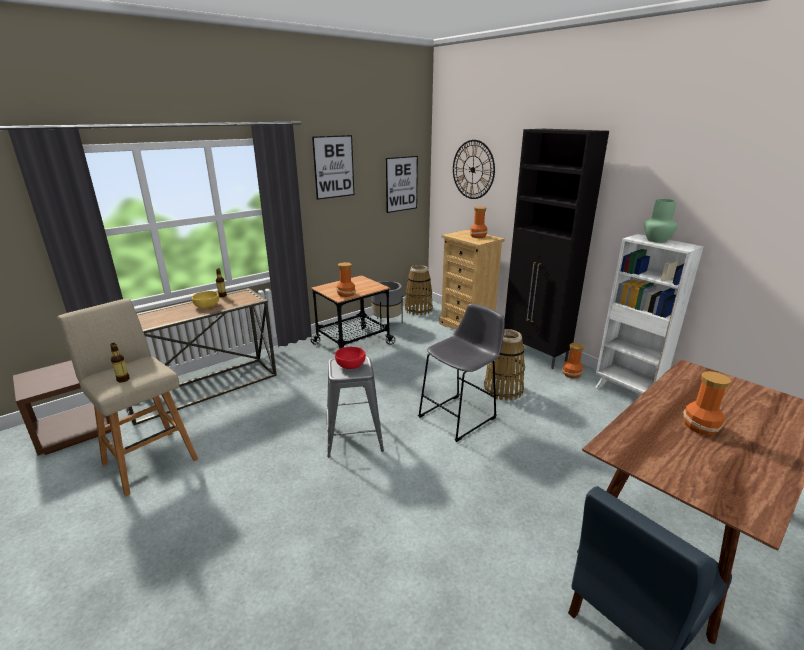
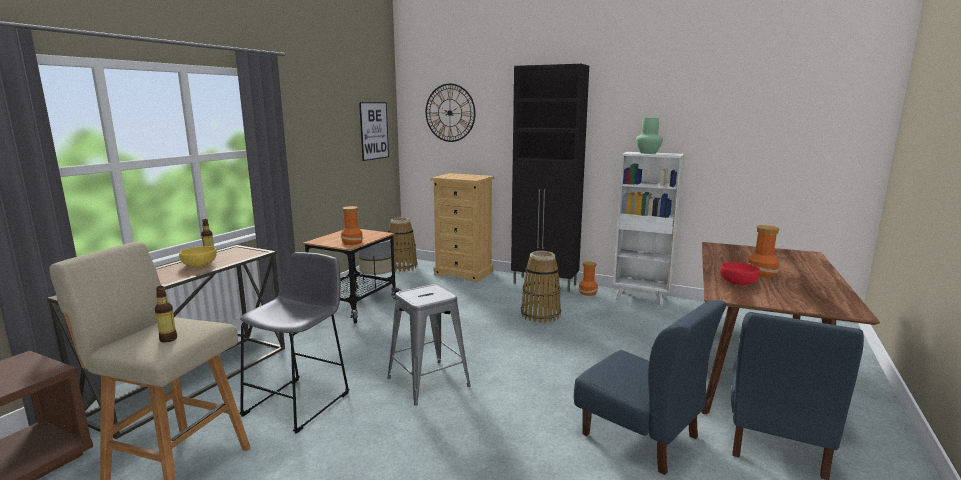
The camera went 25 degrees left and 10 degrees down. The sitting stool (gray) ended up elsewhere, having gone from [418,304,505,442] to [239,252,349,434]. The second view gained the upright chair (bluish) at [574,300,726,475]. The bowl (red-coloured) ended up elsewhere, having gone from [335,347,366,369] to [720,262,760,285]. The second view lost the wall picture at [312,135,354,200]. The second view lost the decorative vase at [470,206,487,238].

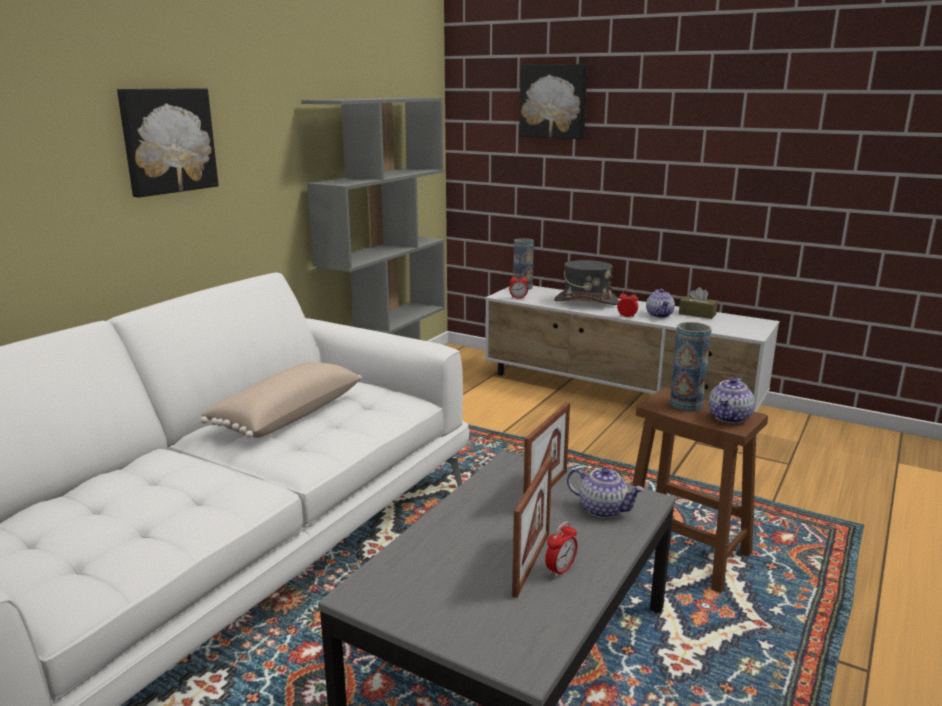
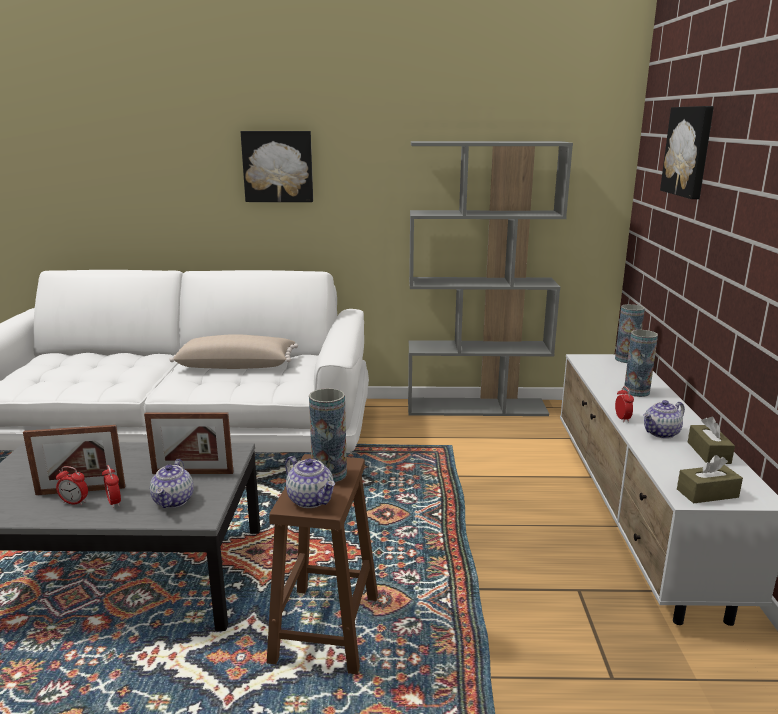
The camera went 60 degrees right and 0 degrees up. The table clock ended up elsewhere, having gone from [509,274,528,299] to [102,465,121,508]. The teapot at [709,377,754,423] ended up facing another way, 135 degrees counterclockwise from before. Where the clothing hat (gray) stood at [554,260,619,305], the decorative vase came to stand at [624,330,658,397]. The second view gained the tissue box (brownish) at [677,455,743,504].

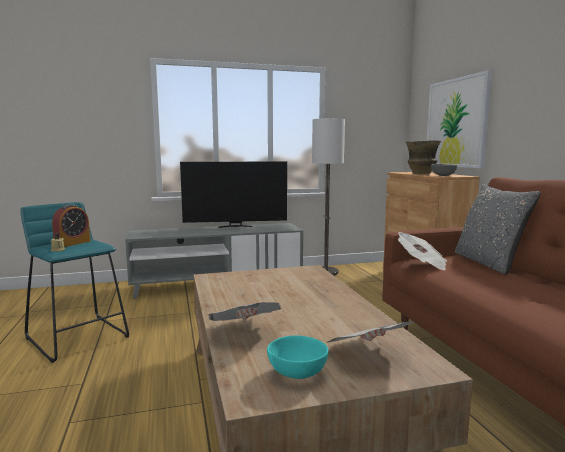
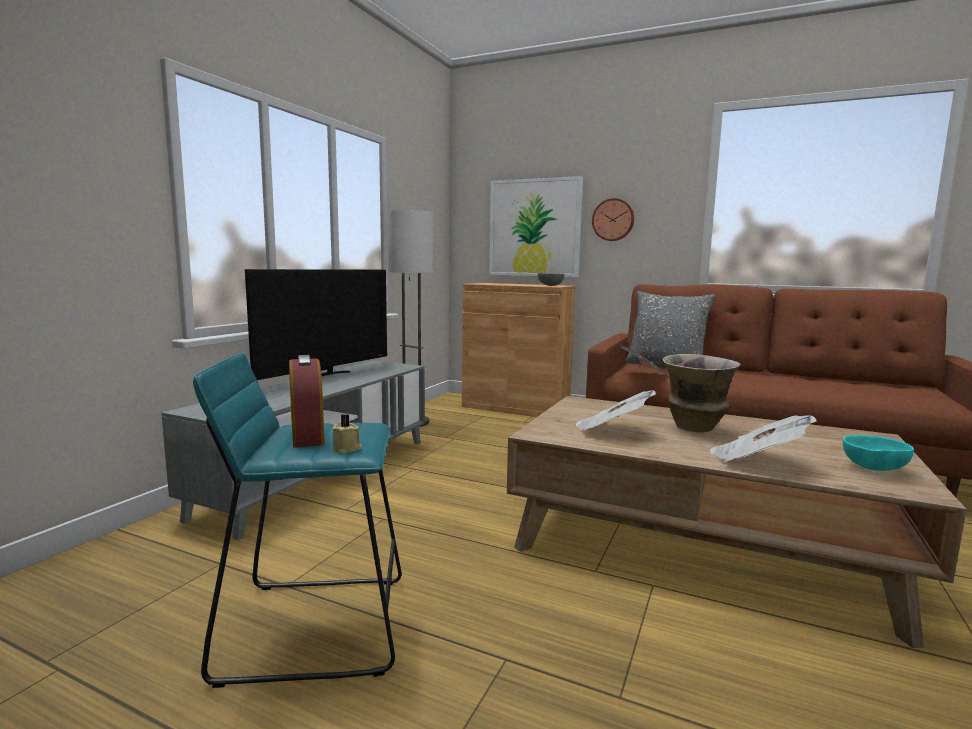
The camera went 50 degrees left and 0 degrees up. The daily paper ended up elsewhere, having gone from [326,321,414,343] to [576,390,656,431]. The second view gained the hanging clock at [592,198,634,241]. The decorative vase ended up elsewhere, having gone from [405,140,441,174] to [663,354,741,432].

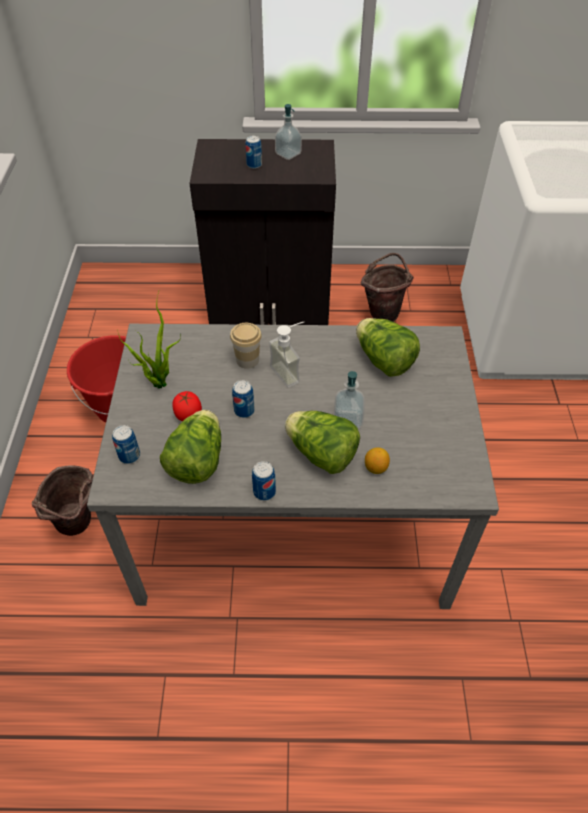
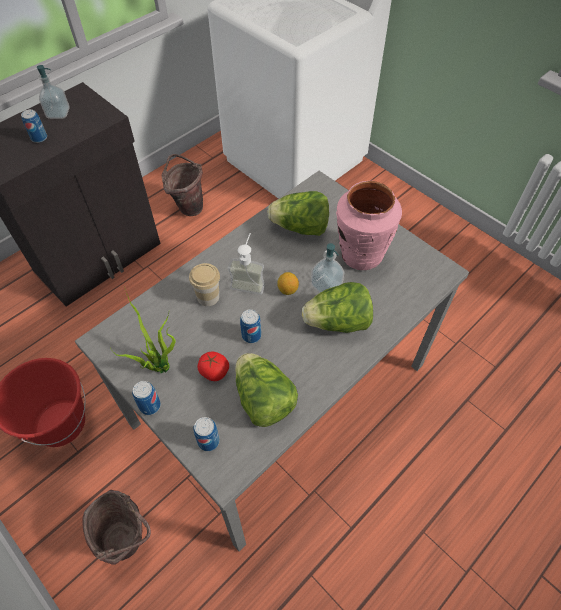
The camera went 45 degrees left and 5 degrees up. The can ended up elsewhere, having gone from [252,461,276,501] to [132,381,161,415]. The whole lemon ended up elsewhere, having gone from [365,448,390,474] to [277,272,299,295]. The second view gained the decorative vase (pinkish) at [336,181,402,270].

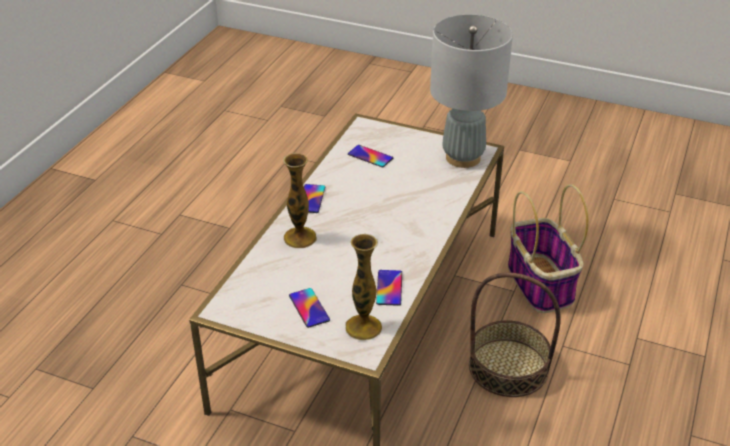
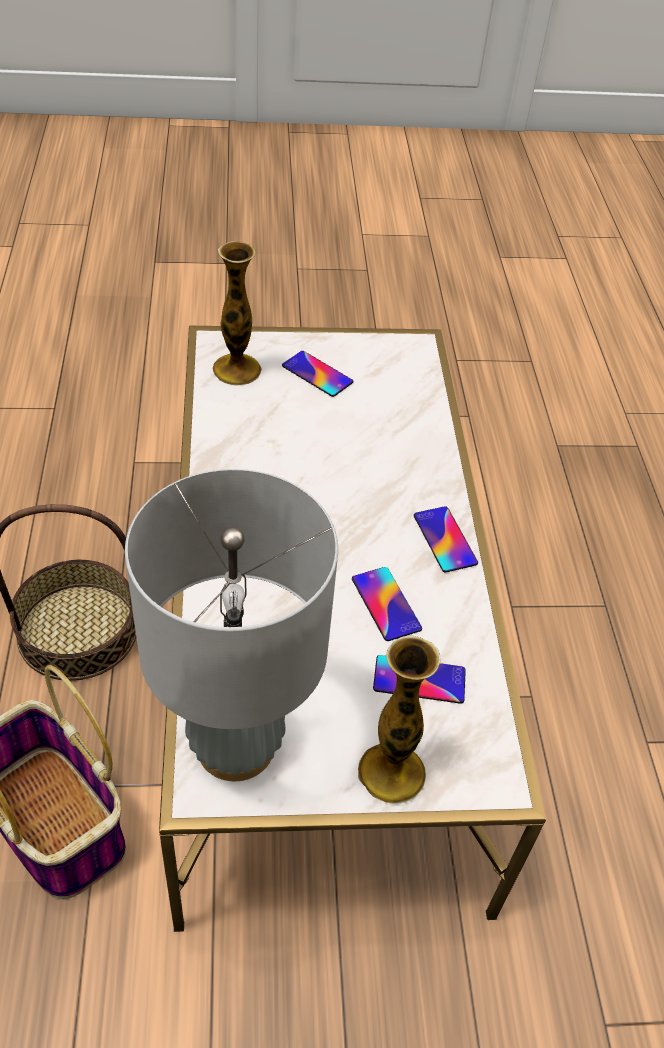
The camera went 150 degrees right and 10 degrees up. The phone ended up elsewhere, having gone from [376,270,402,306] to [352,567,422,641]. The decorative vase ended up elsewhere, having gone from [283,153,317,248] to [358,635,441,805].

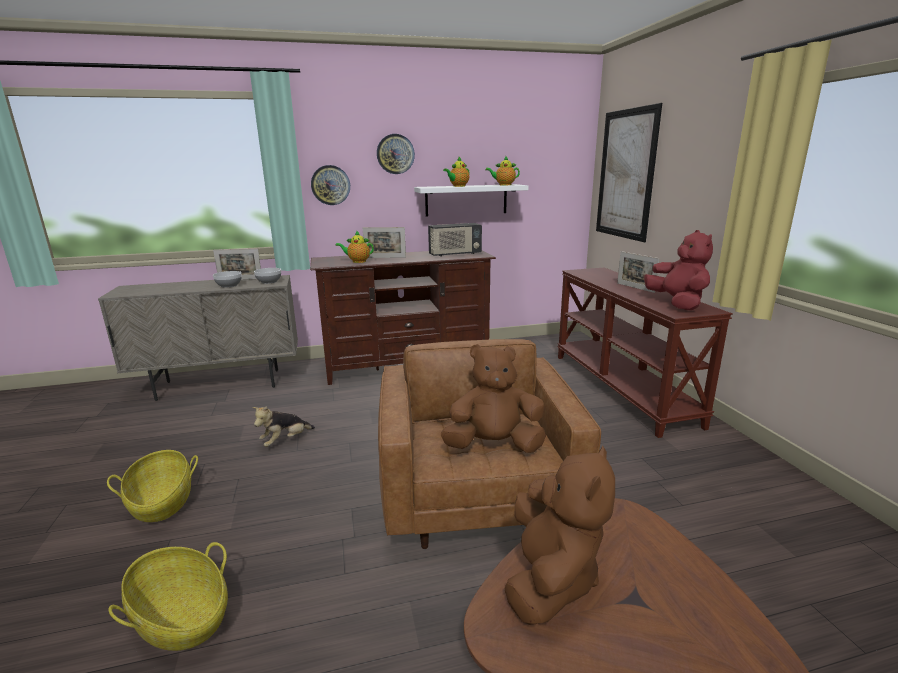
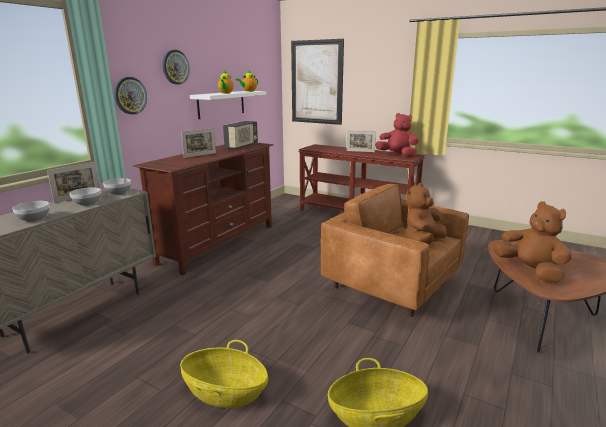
The camera went 45 degrees left and 0 degrees up. The second view gained the bowl at [13,201,49,222]. The second view lost the plush toy at [252,406,315,447]. The second view lost the teapot at [335,230,374,263].

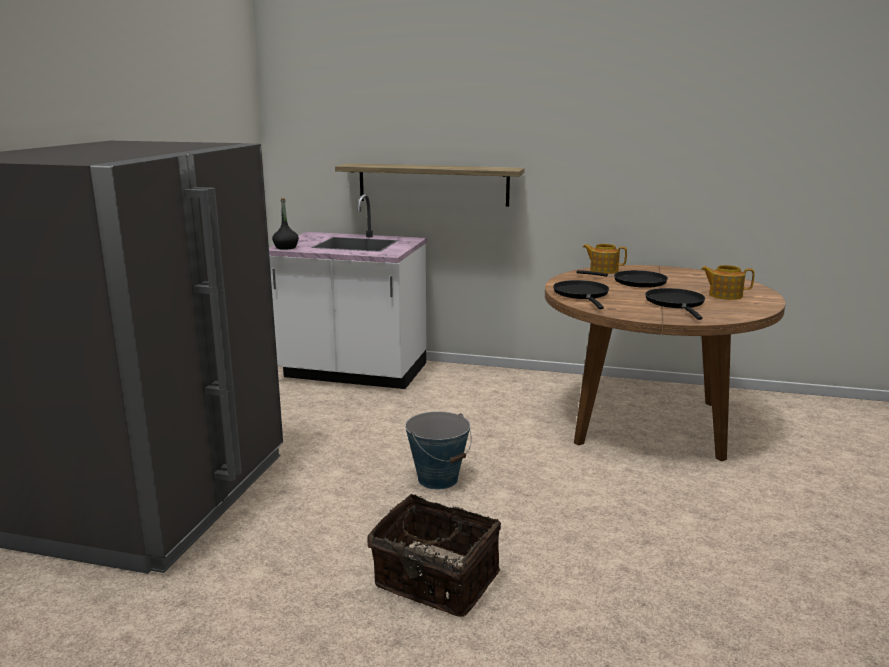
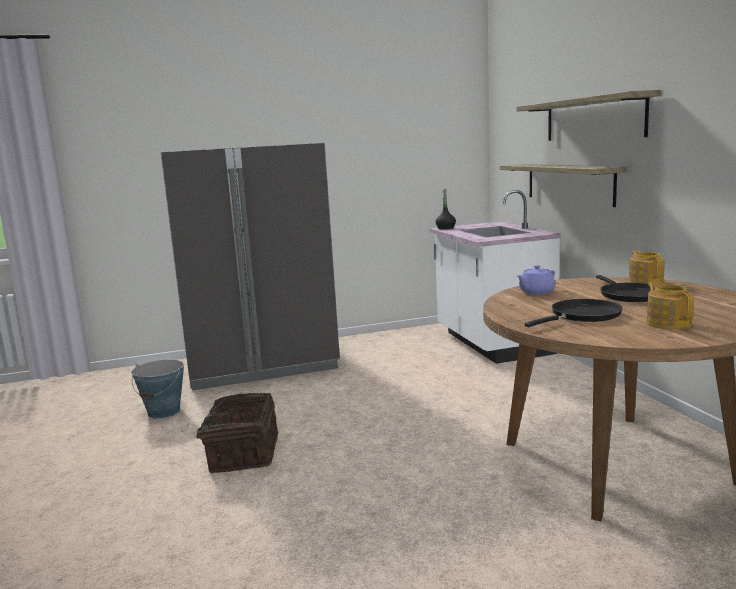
The camera went 60 degrees right and 5 degrees down. The pail ended up elsewhere, having gone from [405,412,472,489] to [131,359,184,419]. The second view gained the shelf at [517,90,661,141]. Where the frying pan (black) stood at [553,280,609,309], the teapot (purple-coloured) came to stand at [517,265,555,295].

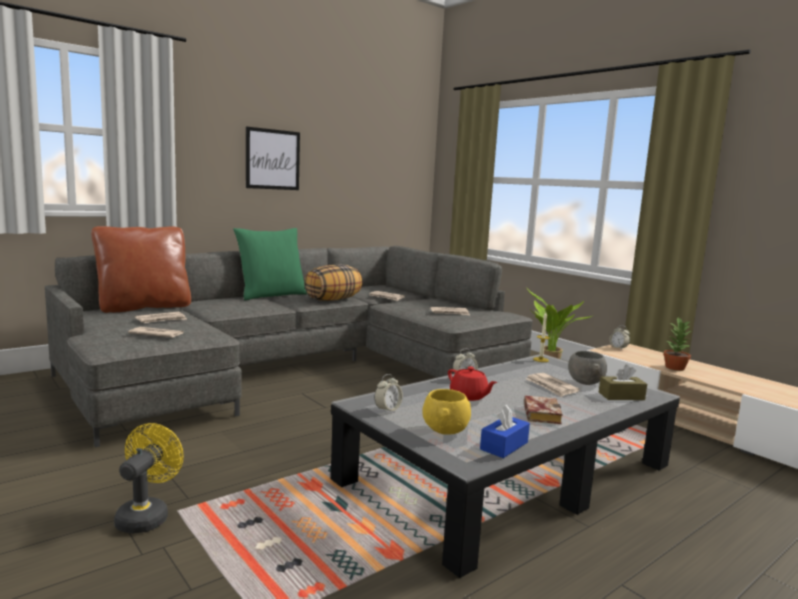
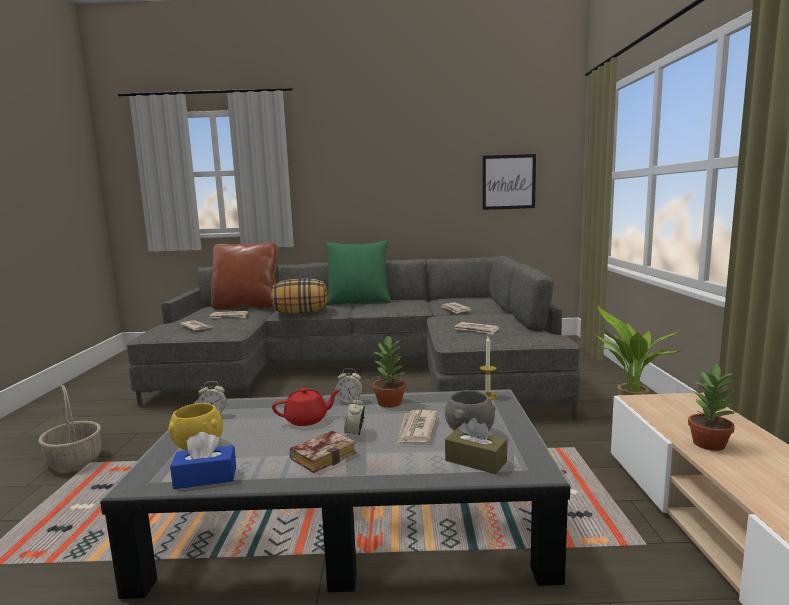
The camera went 40 degrees right and 0 degrees up. Where the electric fan (yellow) stood at [114,423,184,533], the storage basket came to stand at [38,385,102,471]. The pillow ended up elsewhere, having gone from [304,265,362,301] to [271,279,328,313]. The teapot (red-coloured) at [448,366,497,401] ended up facing another way, 105 degrees counterclockwise from before. The table clock ended up elsewhere, having gone from [609,325,630,350] to [344,396,365,437]. The second view gained the plant in a pot at [373,334,406,408]. The wall picture ended up elsewhere, having gone from [246,127,300,190] to [482,154,536,210].

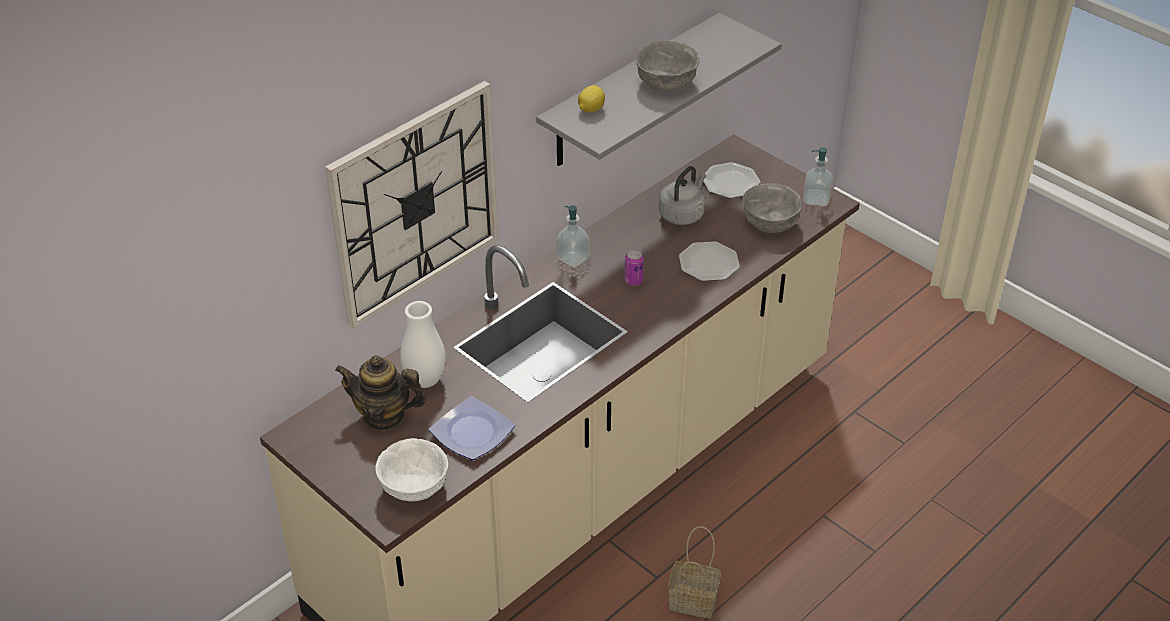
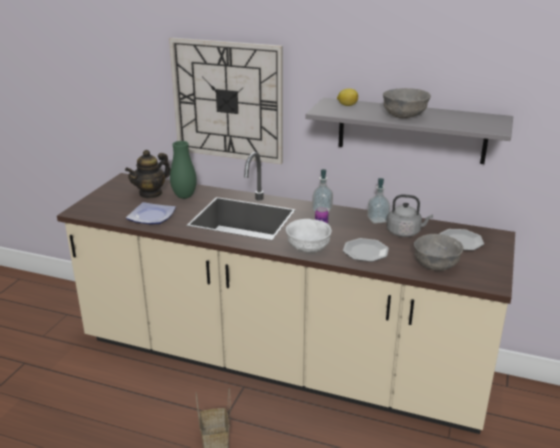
The camera went 65 degrees right and 15 degrees down. The teapot at [335,355,427,431] ended up facing another way, 120 degrees counterclockwise from before. What was the decorative vase (white) at [400,301,446,388] turned into the decorative vase (green) at [170,141,197,199]. The bowl (white) ended up elsewhere, having gone from [375,438,448,502] to [286,219,332,253]. The soap dispenser ended up elsewhere, having gone from [803,147,833,206] to [367,178,390,224].

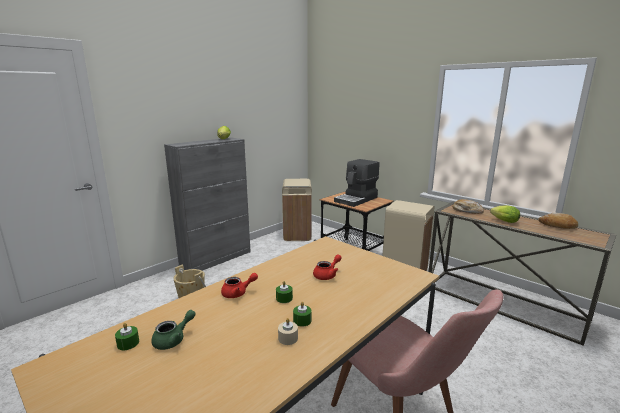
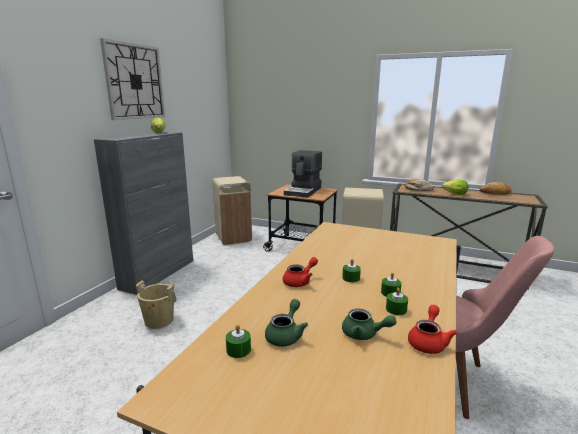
The camera went 20 degrees left and 0 degrees up. The second view gained the hanging clock at [100,38,165,120]. The second view gained the teapot (green) at [342,309,396,340]. What was the wax light (sand-coloured) at [278,318,298,345] turned into the wax light (green) at [386,288,408,315]. The teapot (red-coloured) ended up elsewhere, having gone from [313,254,342,280] to [408,305,457,354].

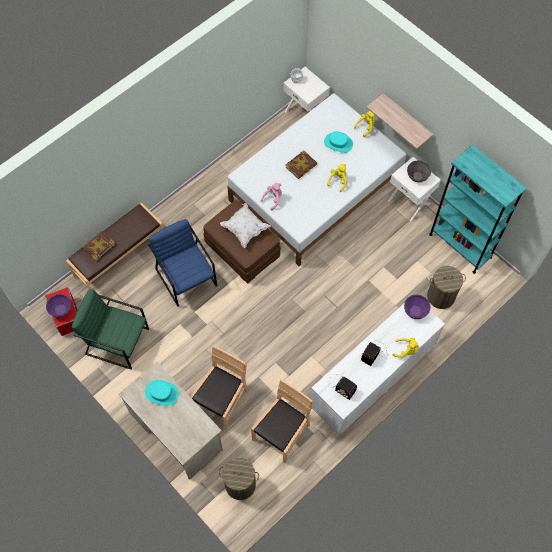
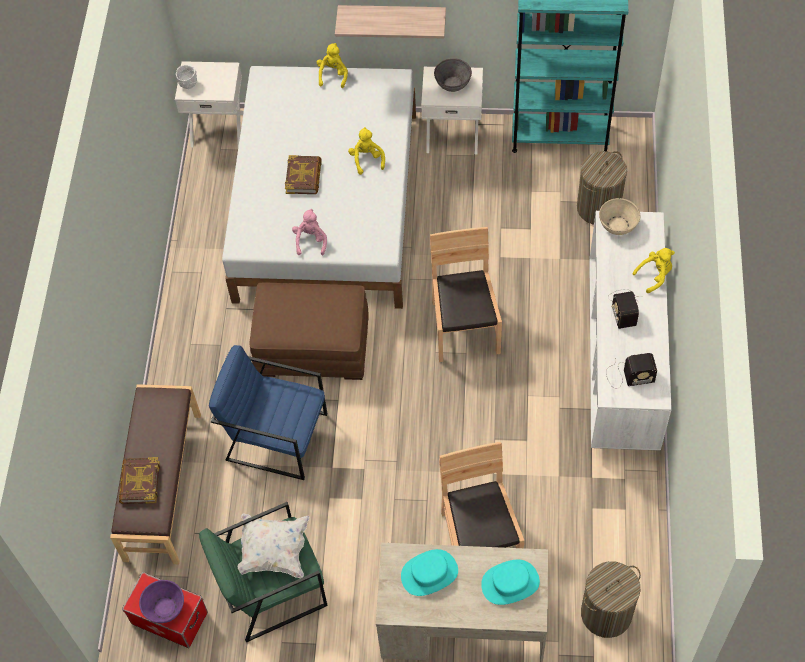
The camera went 40 degrees left and 5 degrees down. The pillow (white) ended up elsewhere, having gone from [220,203,271,248] to [238,513,309,578]. The upright chair (brownish) ended up elsewhere, having gone from [251,379,313,463] to [430,227,502,362]. The clothing hat (blue-green) ended up elsewhere, having gone from [324,131,353,153] to [481,560,540,605]. What was the bowl (purple-coloured) at [404,295,431,319] turned into the bowl (sand-coloured) at [599,198,640,235].

